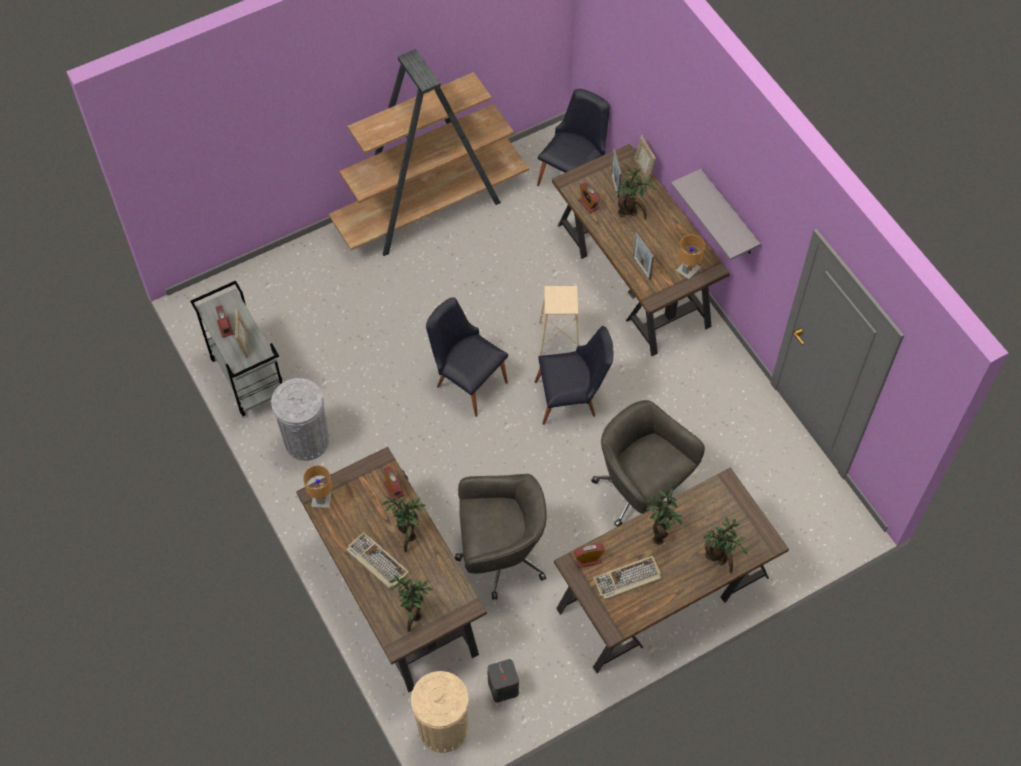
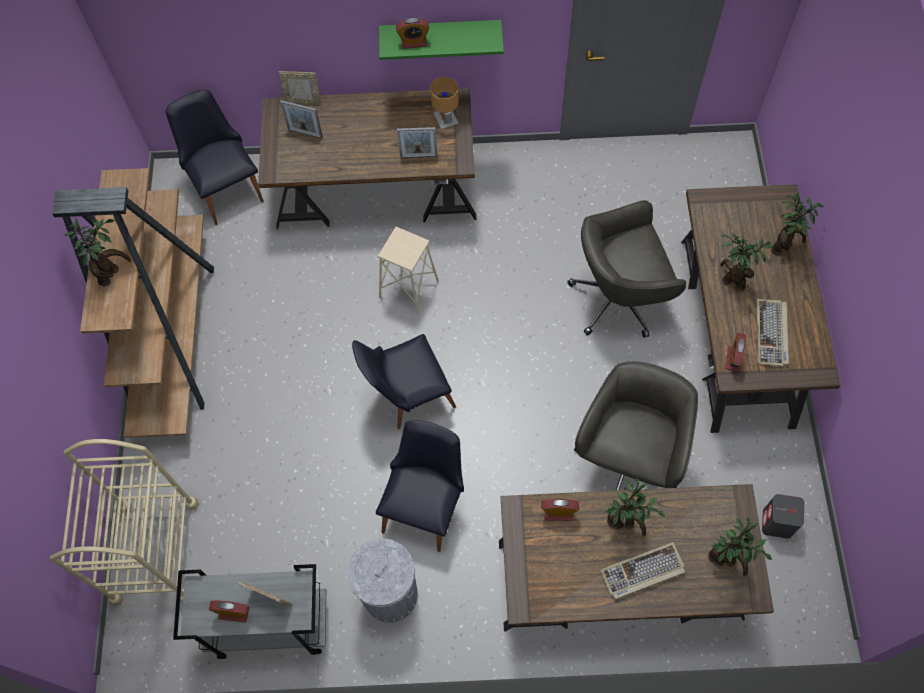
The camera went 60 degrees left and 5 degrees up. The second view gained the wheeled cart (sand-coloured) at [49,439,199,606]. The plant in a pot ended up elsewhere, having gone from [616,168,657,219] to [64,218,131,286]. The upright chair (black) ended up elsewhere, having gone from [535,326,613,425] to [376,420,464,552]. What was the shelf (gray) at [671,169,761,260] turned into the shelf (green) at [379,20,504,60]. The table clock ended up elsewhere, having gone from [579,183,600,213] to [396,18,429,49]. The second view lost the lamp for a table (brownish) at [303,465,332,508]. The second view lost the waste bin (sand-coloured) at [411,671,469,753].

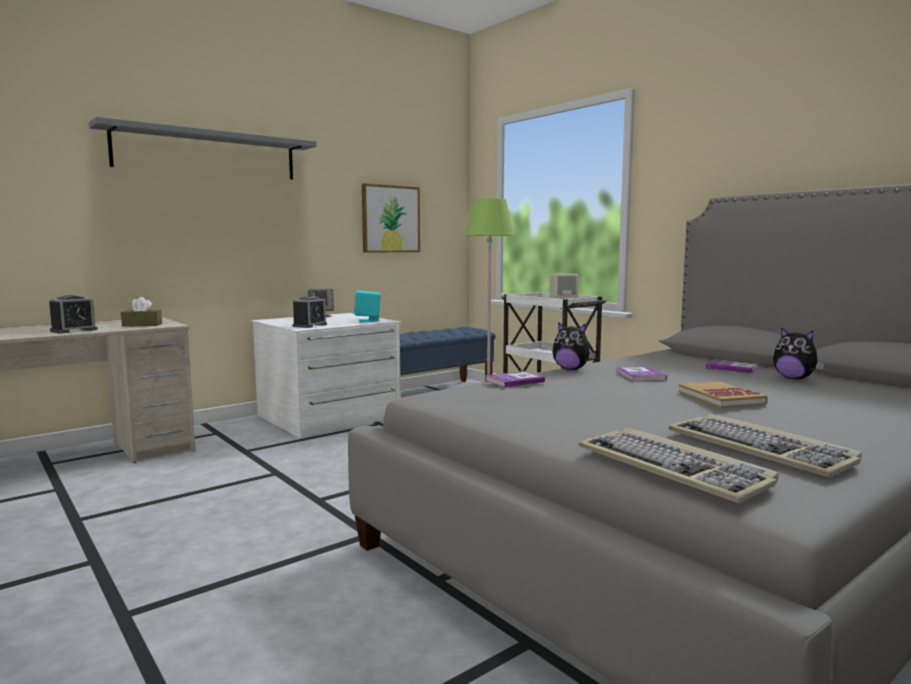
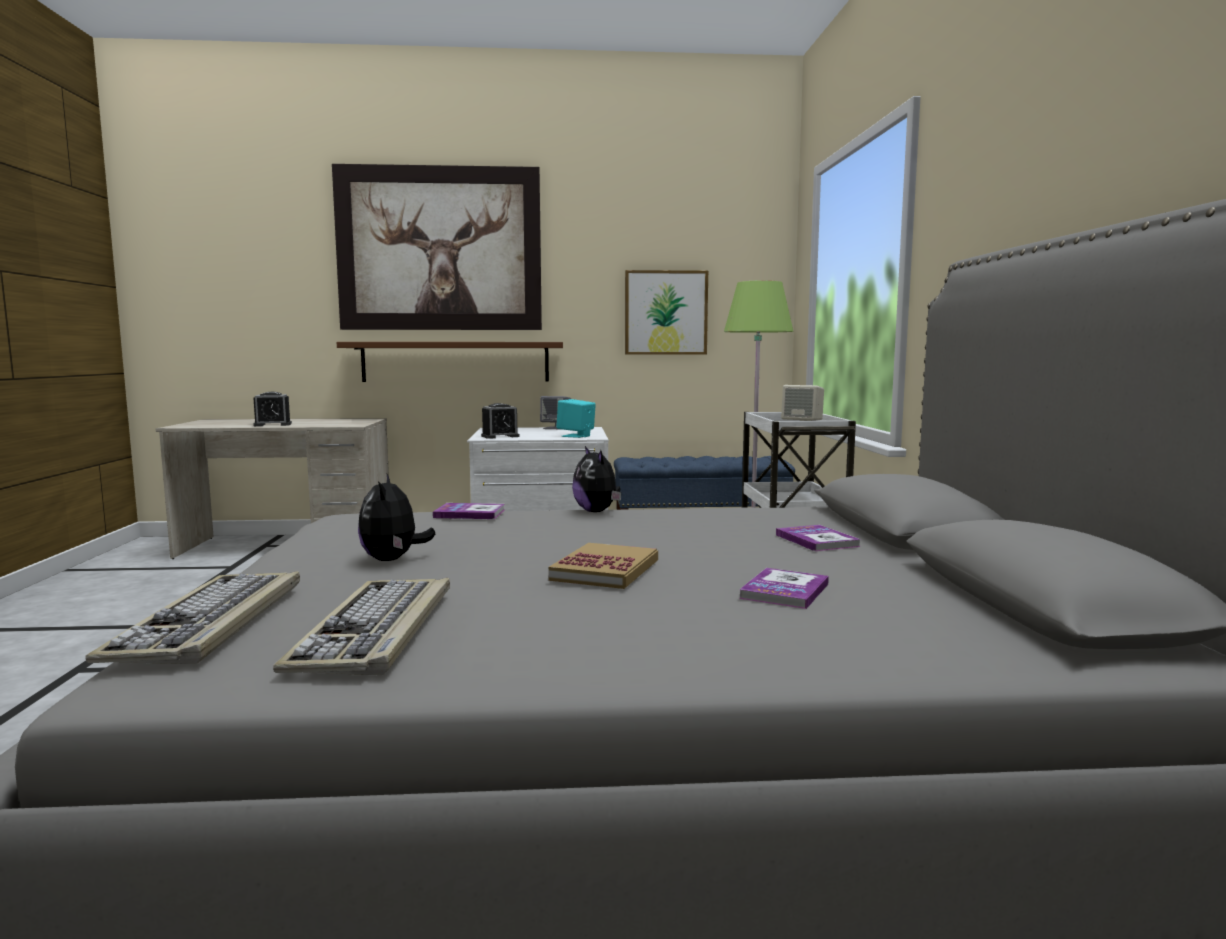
The camera went 35 degrees right and 0 degrees up. Where the shelf (gray) hung at [89,117,317,179], the wall picture came to hang at [332,164,542,330]. The second view gained the shelf (brownish) at [337,342,563,382]. The plush toy ended up elsewhere, having gone from [773,327,825,379] to [358,474,436,561]. The volume ended up elsewhere, having gone from [616,367,667,381] to [739,568,829,609]. The second view lost the tissue box (brownish) at [121,297,162,327].

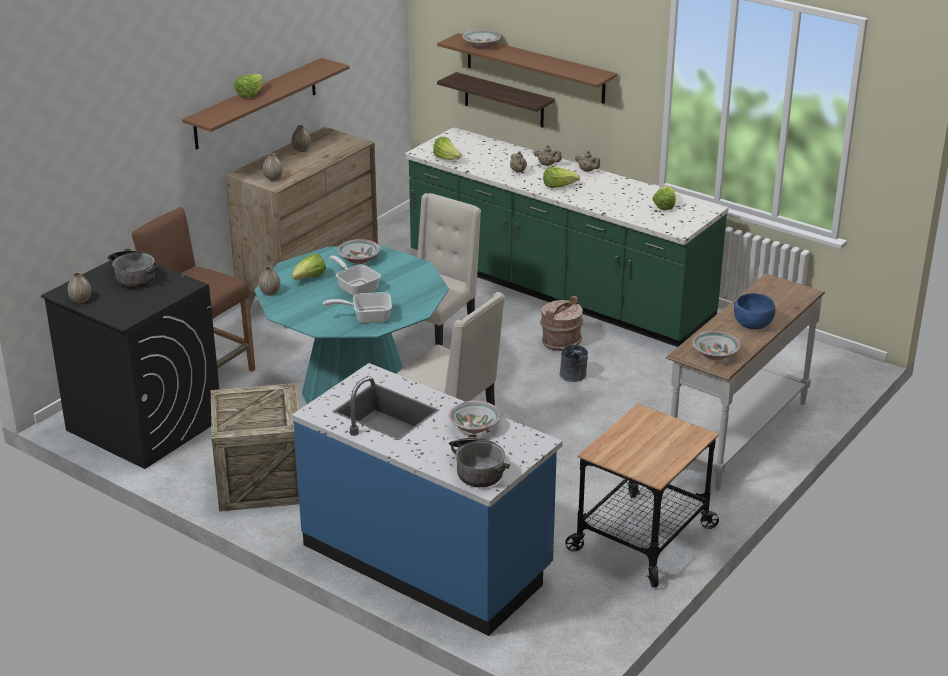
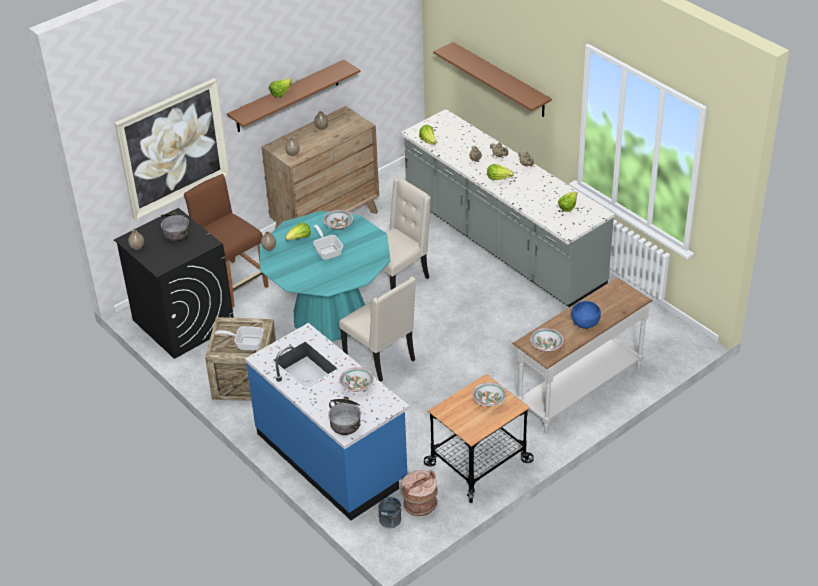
The camera went 15 degrees right and 10 degrees up. The second view gained the wall picture at [114,78,229,220]. The frying pan ended up elsewhere, having gone from [323,292,392,323] to [215,326,263,351]. The pail (gray) ended up elsewhere, having gone from [560,345,588,382] to [378,497,401,528]. What was the kitchen base unit (green) at [404,127,729,347] turned into the kitchen base unit (gray) at [400,109,615,307]. The pail (brownish) ended up elsewhere, having gone from [540,296,583,351] to [401,470,438,516]. The bowl ended up elsewhere, having gone from [463,29,501,49] to [472,382,506,407]. The second view lost the shelf at [437,72,555,128].

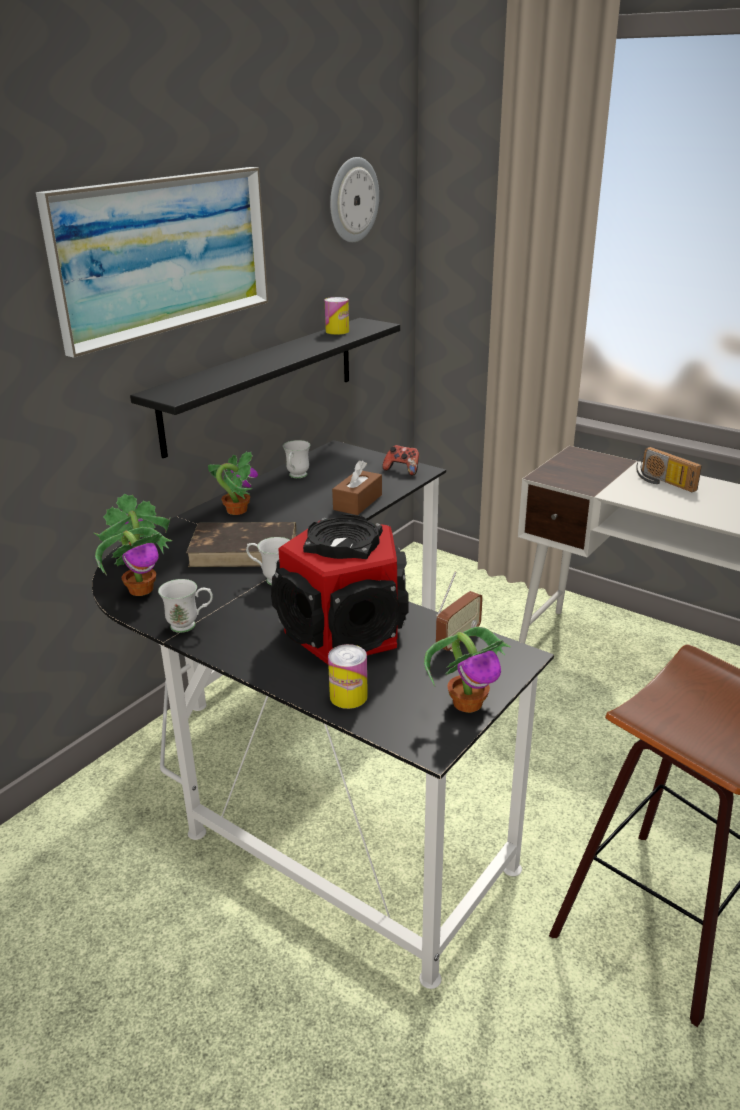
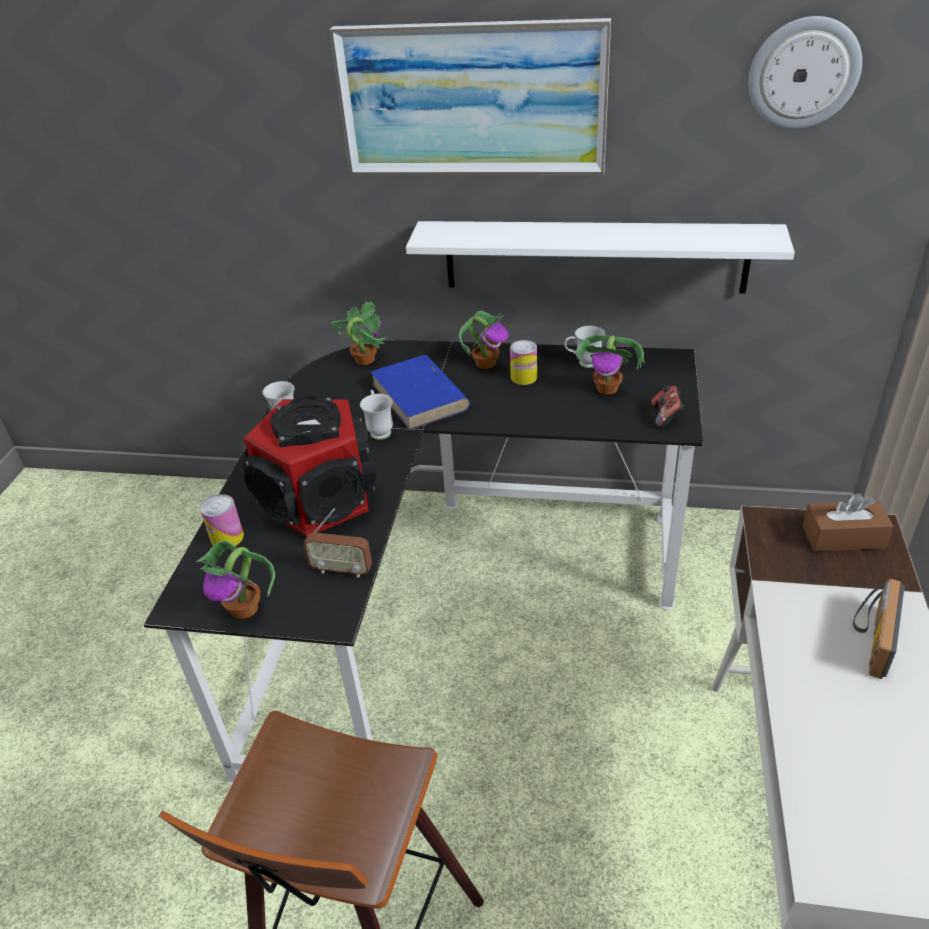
The camera went 65 degrees right and 10 degrees up. What was the volume (brownish) at [186,522,296,567] turned into the volume (bluish) at [371,355,470,430]. What was the shelf (black) at [130,318,400,458] turned into the shelf (white) at [406,221,795,294]. The can ended up elsewhere, having gone from [325,297,349,335] to [510,340,537,385]. The plant in a pot ended up elsewhere, having gone from [95,527,172,596] to [573,335,645,394]. The tissue box (brownish) ended up elsewhere, having gone from [332,461,382,515] to [802,493,893,551].

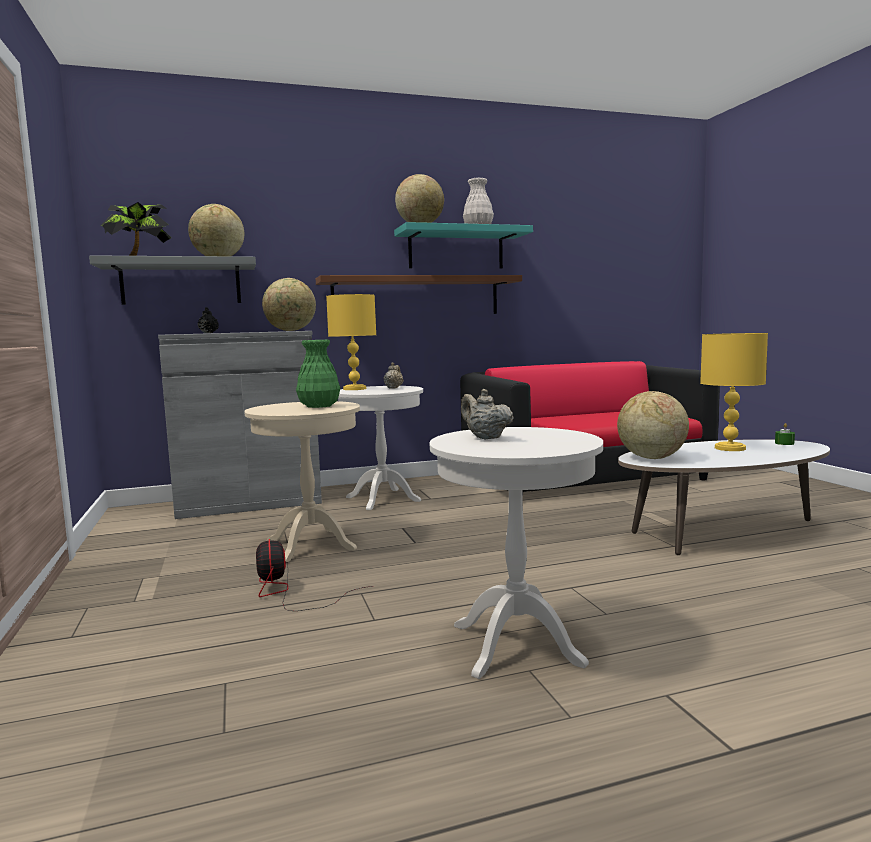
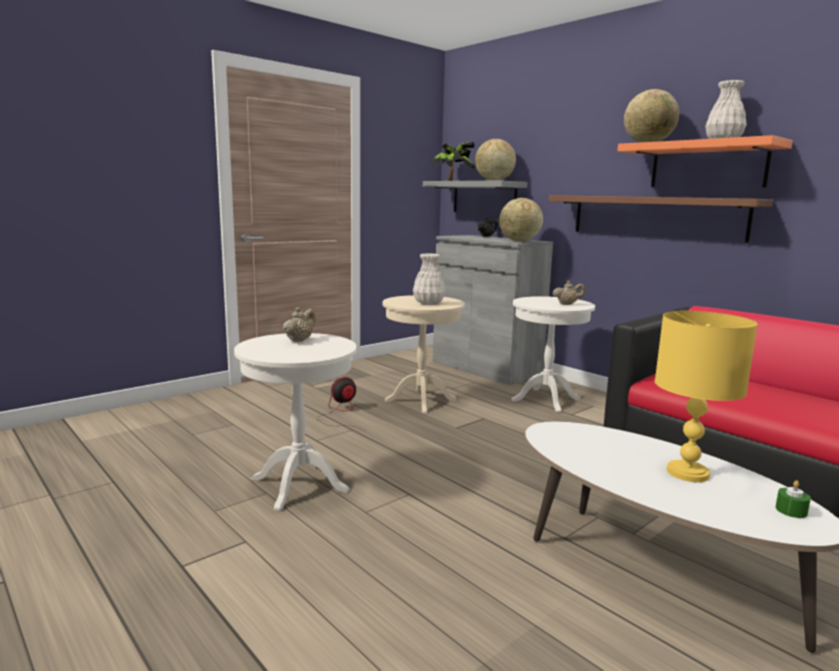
The camera went 65 degrees right and 5 degrees up. What was the decorative vase (green) at [296,340,340,408] turned into the decorative vase (white) at [413,253,445,305]. What was the shelf (blue-green) at [394,222,533,269] turned into the shelf (orange-coloured) at [617,135,793,188]. The second view lost the lamp for a table (yellow) at [326,294,376,390]. The second view lost the world globe at [617,391,689,459].

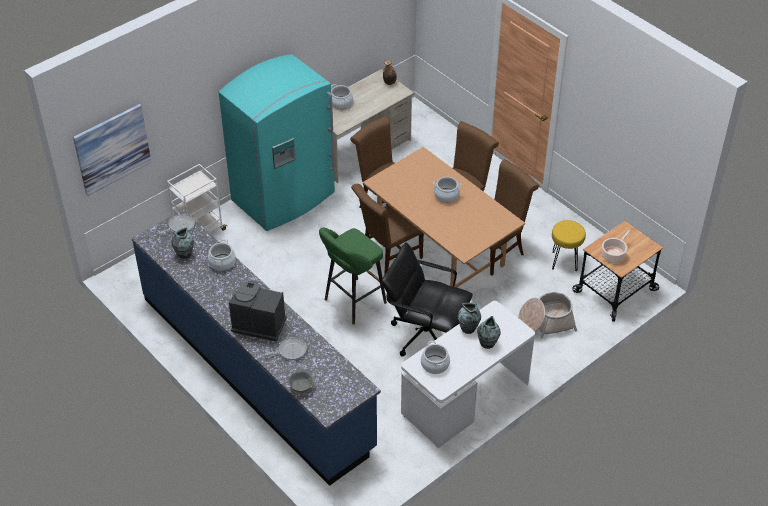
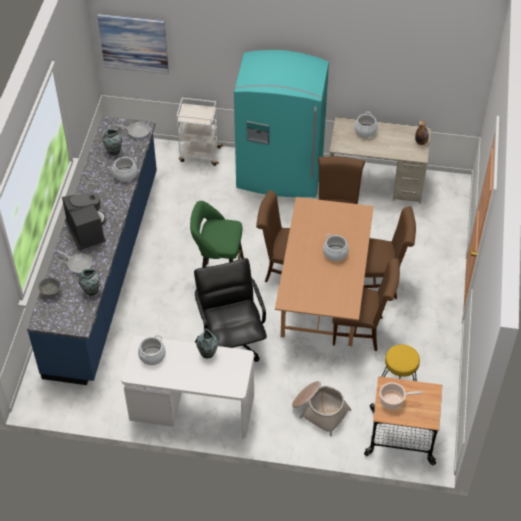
The camera went 50 degrees right and 5 degrees up. The decorative vase ended up elsewhere, having gone from [477,316,501,349] to [79,269,100,296].

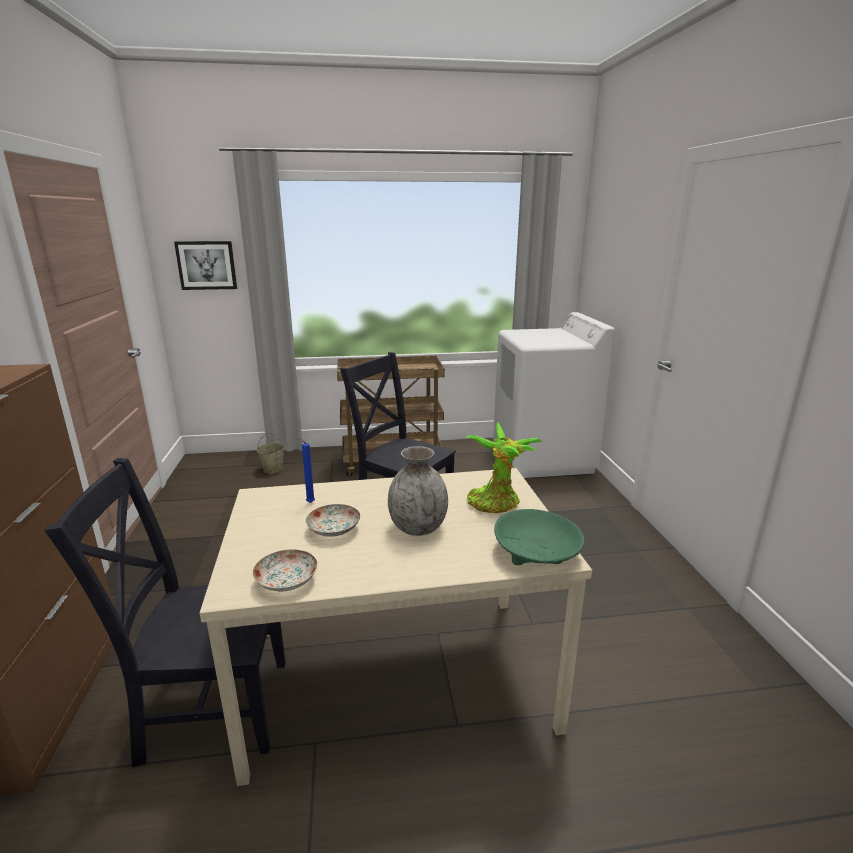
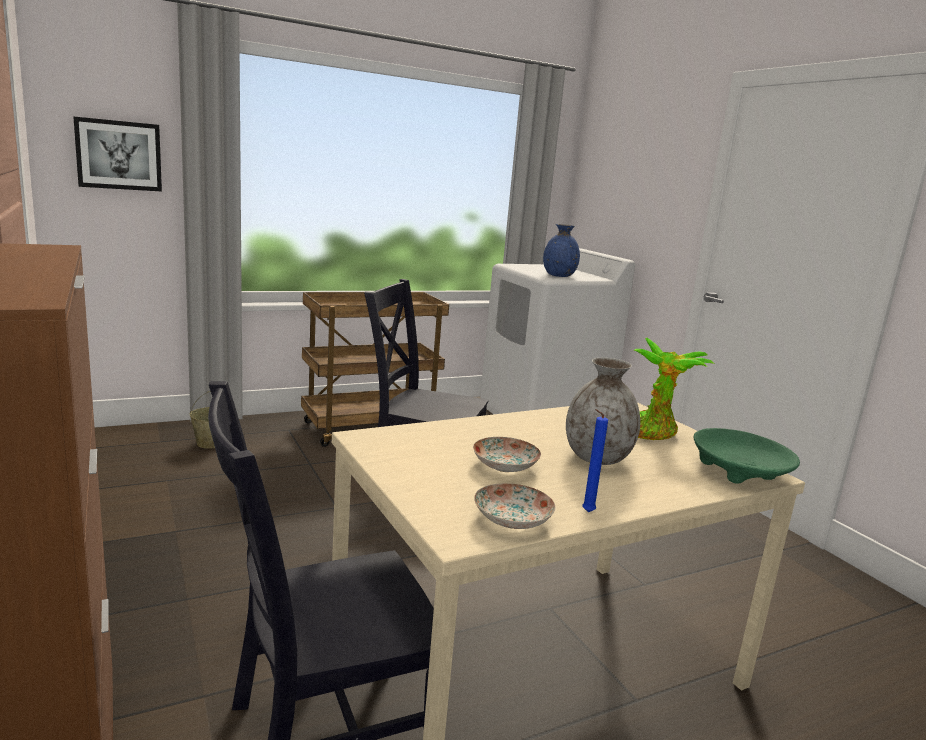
The camera went 20 degrees left and 5 degrees down. The second view gained the decorative vase (bluish) at [543,224,580,277]. The wax light (bluish) ended up elsewhere, having gone from [297,438,315,503] to [582,409,608,512].

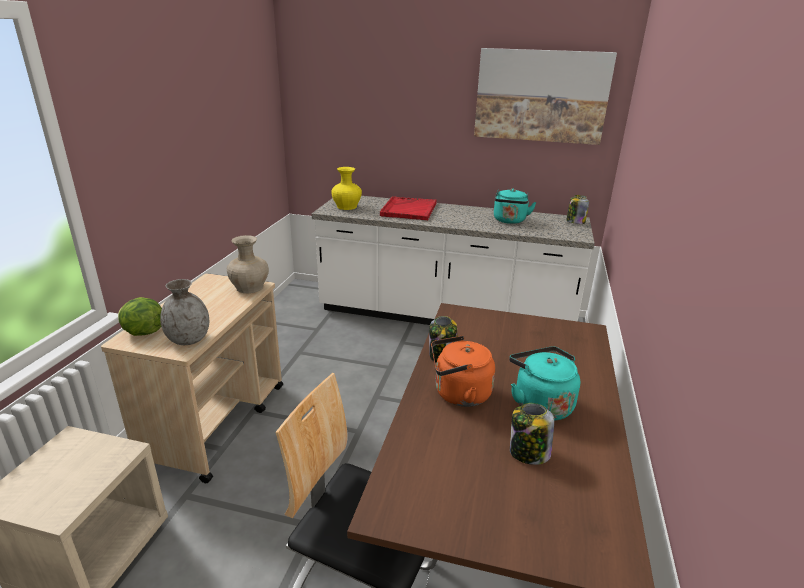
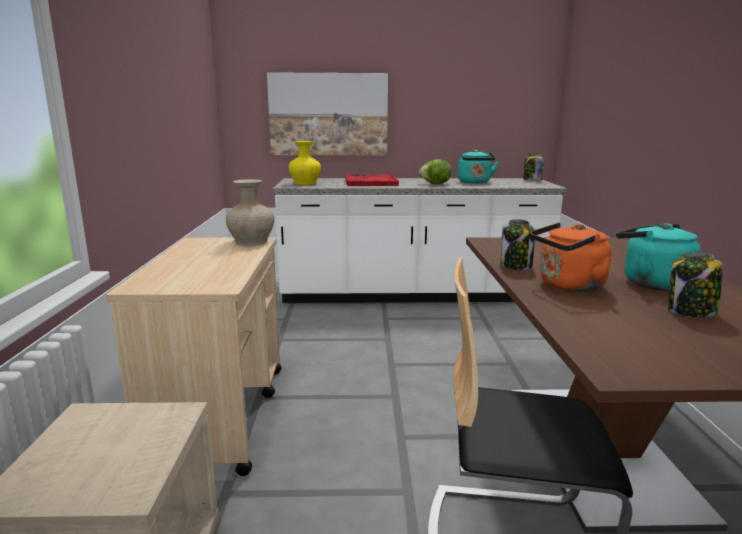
The camera went 15 degrees left and 10 degrees down. The wall picture ended up elsewhere, having gone from [474,48,617,145] to [267,72,388,155]. The head of lettuce ended up elsewhere, having gone from [118,297,162,336] to [419,159,451,184]. The second view lost the decorative vase (gray) at [160,279,209,345].

